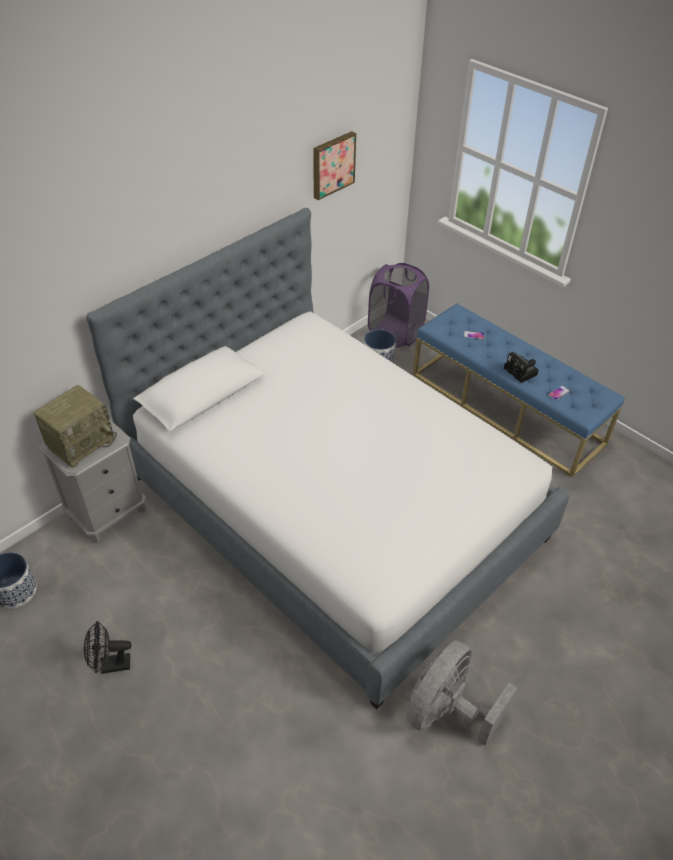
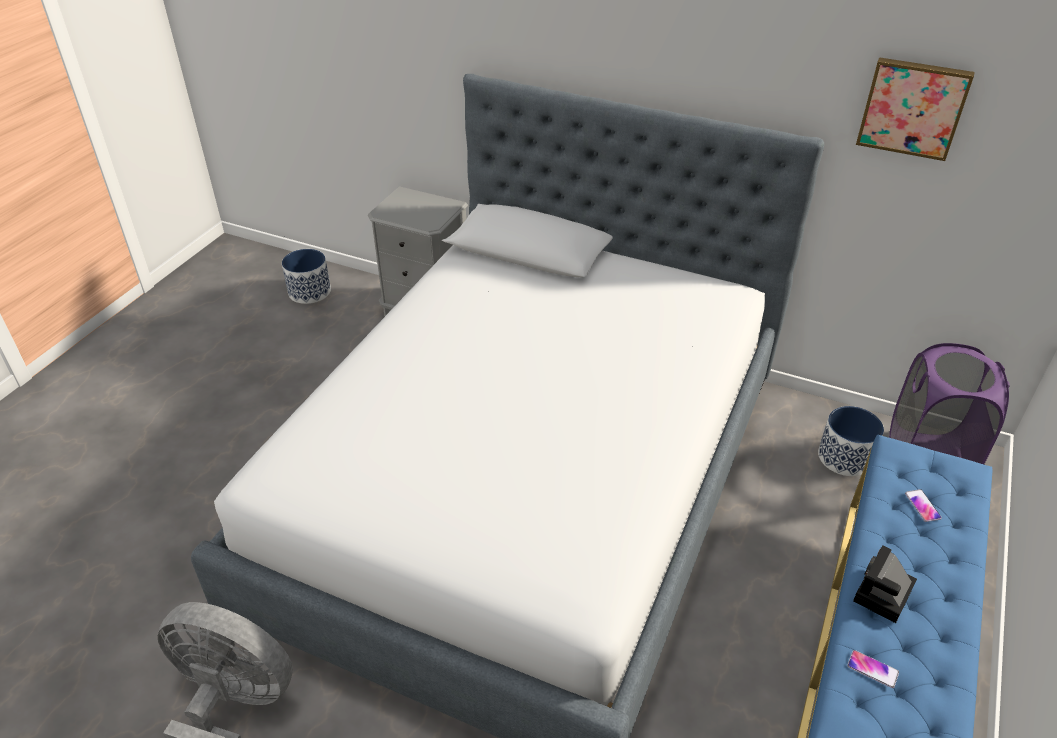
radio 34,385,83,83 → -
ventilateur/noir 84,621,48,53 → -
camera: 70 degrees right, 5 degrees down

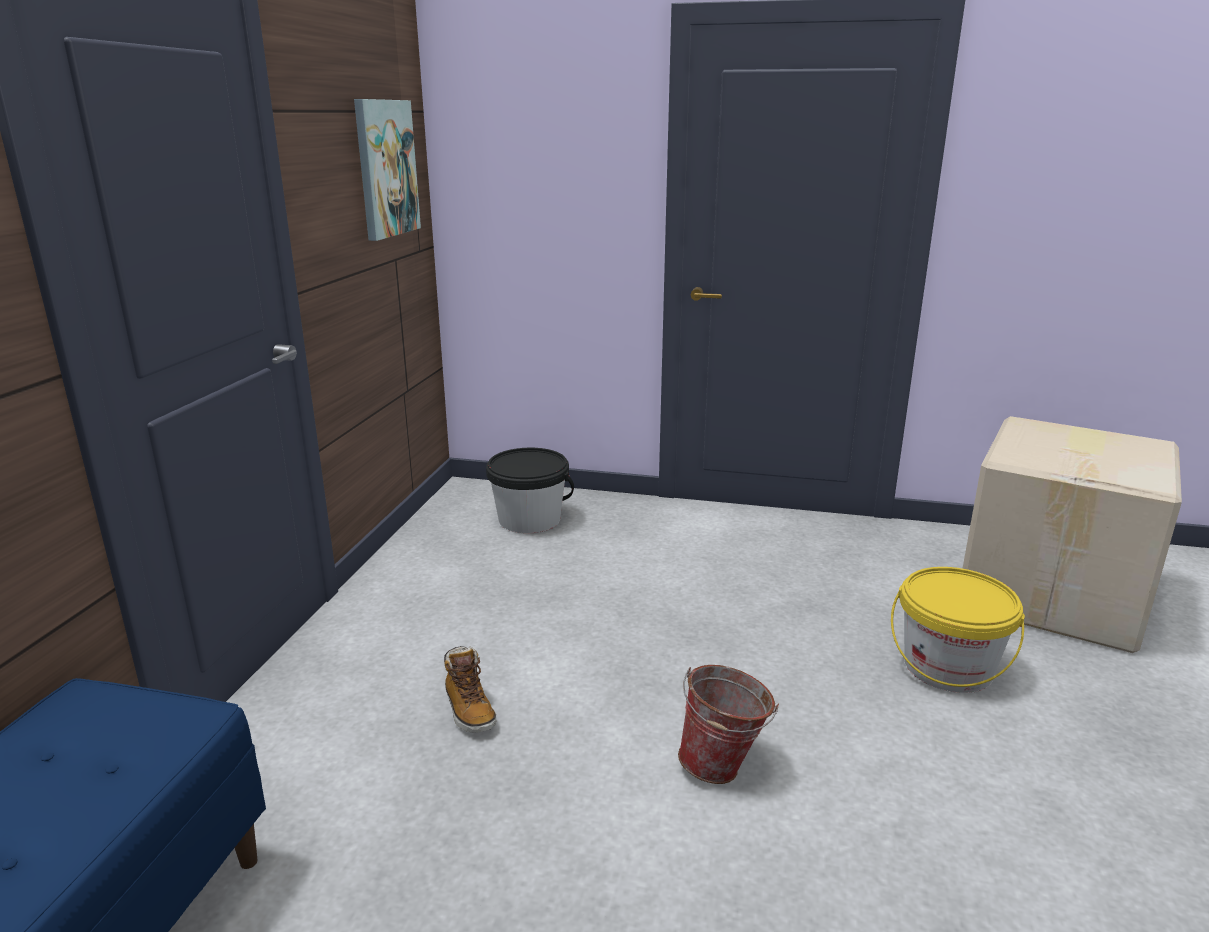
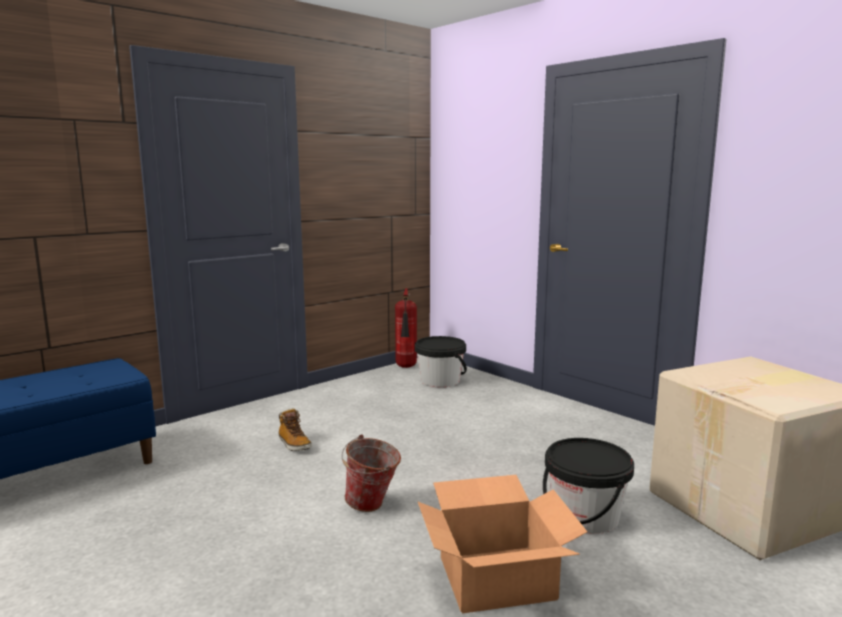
tableau 354,99,67,142 → -
botte 444,646,52,87 → botte 279,408,33,43, 45 degrees counterclockwise
seau/jaune 891,567,134,126 → seau/noir 543,438,91,96
- → extincteur 395,288,22,80
- → carton 418,475,169,139
camera: 35 degrees right, 10 degrees down

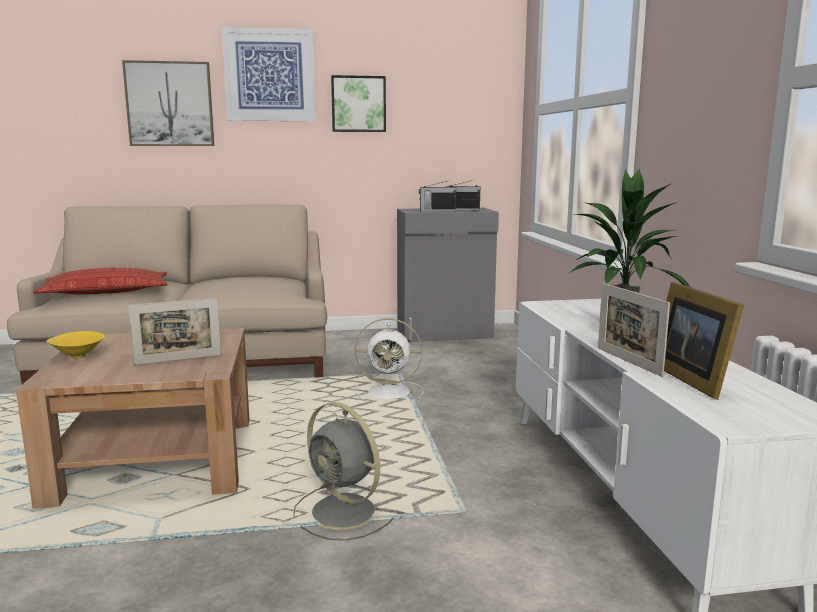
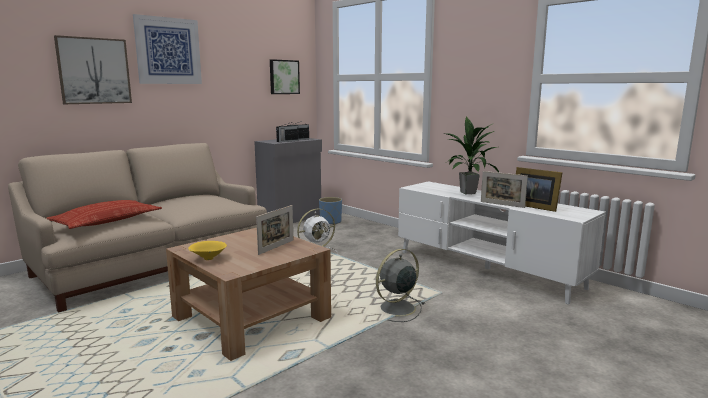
ventilateur/gris 293,402,101,139 → ventilateur/gris 376,249,49,73, 135 degrees clockwise
tableau 331,75,55,57 → tableau 270,59,30,35, relocated
- → cache-pot/bleu 319,197,23,28
camera: 35 degrees left, 0 degrees up

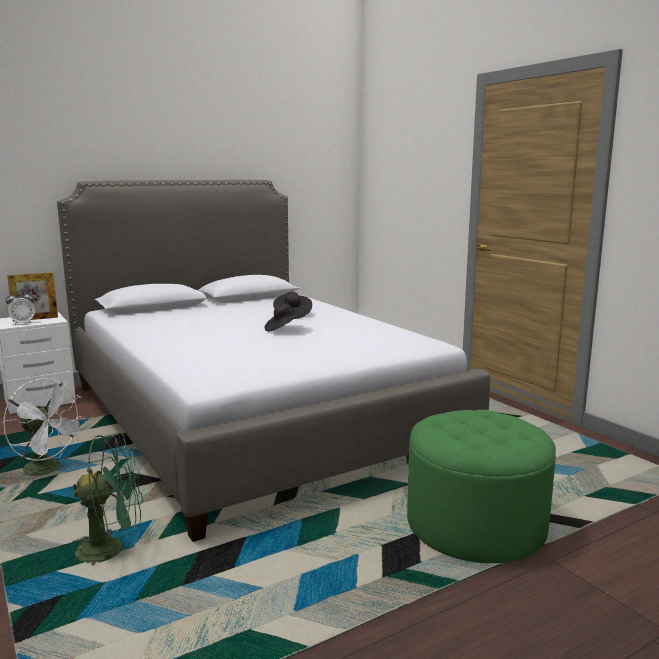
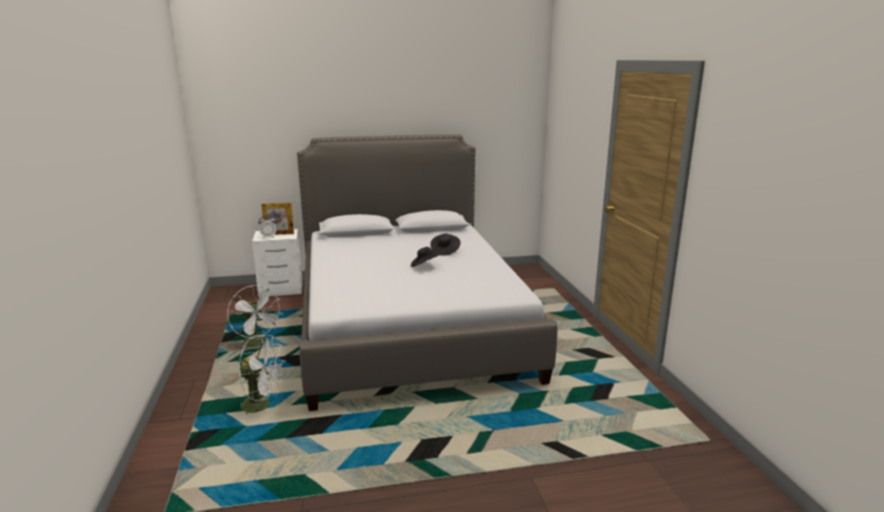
ventilateur/vert 72,433,71,132 → ventilateur/blanc 239,335,47,79
pouf/vert 407,410,149,153 → -
camera: 20 degrees right, 5 degrees up

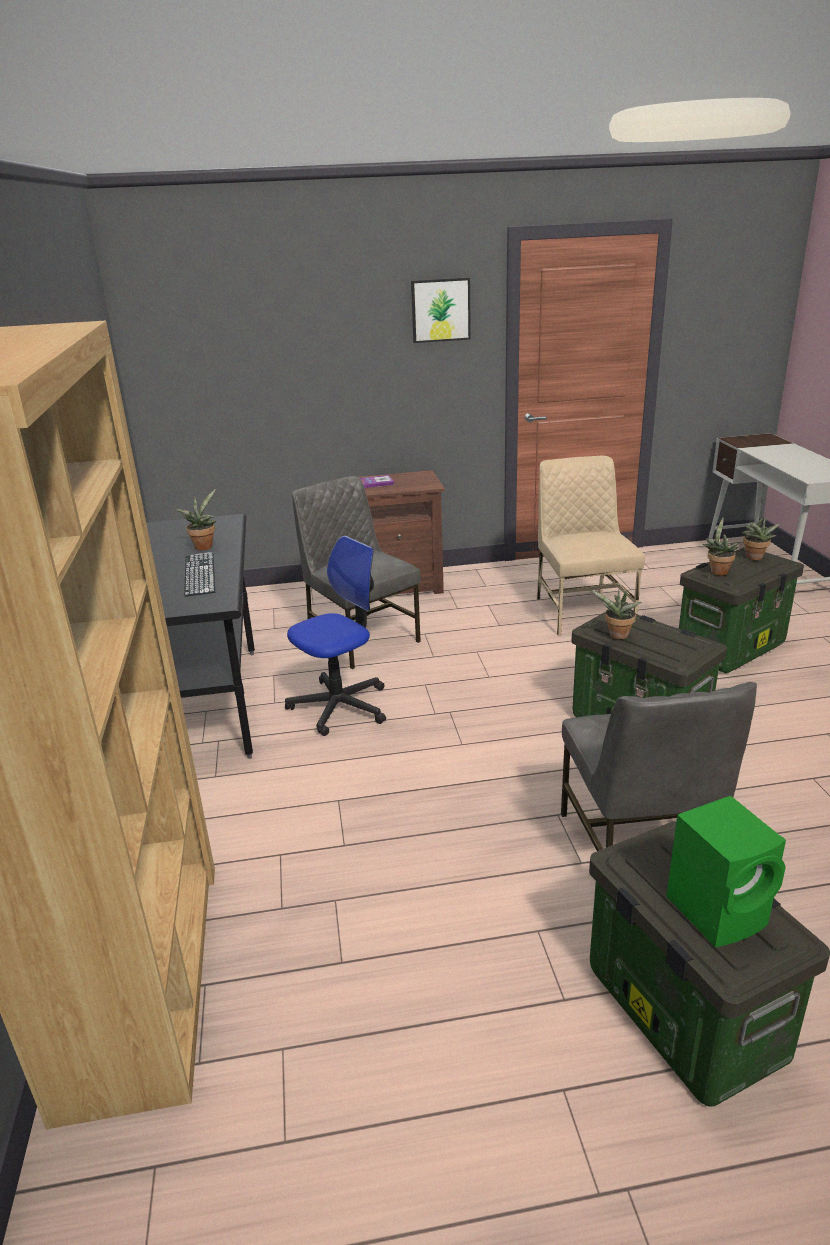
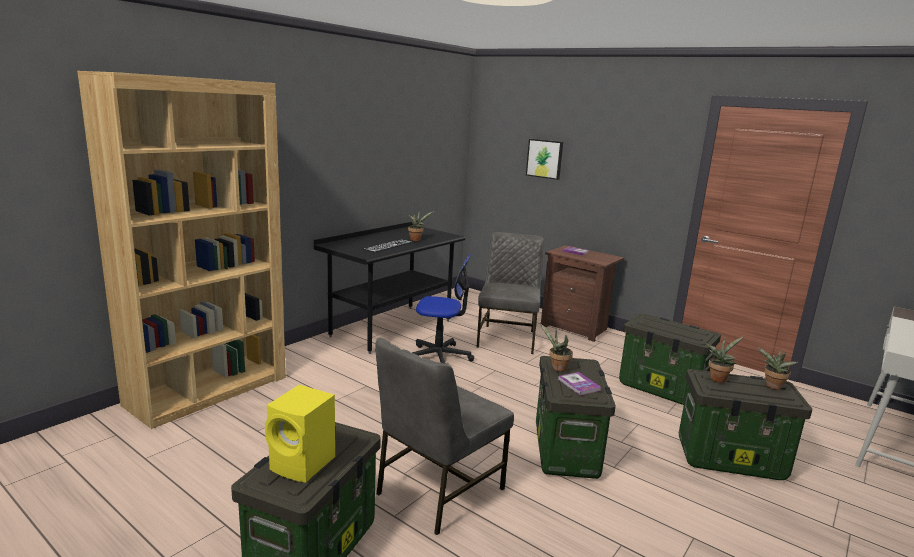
tableau 411,277,60,66 → tableau 526,139,37,41, relocated
chaise/beige 536,456,109,180 → boîte de rangement 619,313,102,92
enceinte/vert 667,796,119,151 → enceinte/jaune 265,385,70,98
- → livre 558,372,44,23
camera: 45 degrees right, 10 degrees down

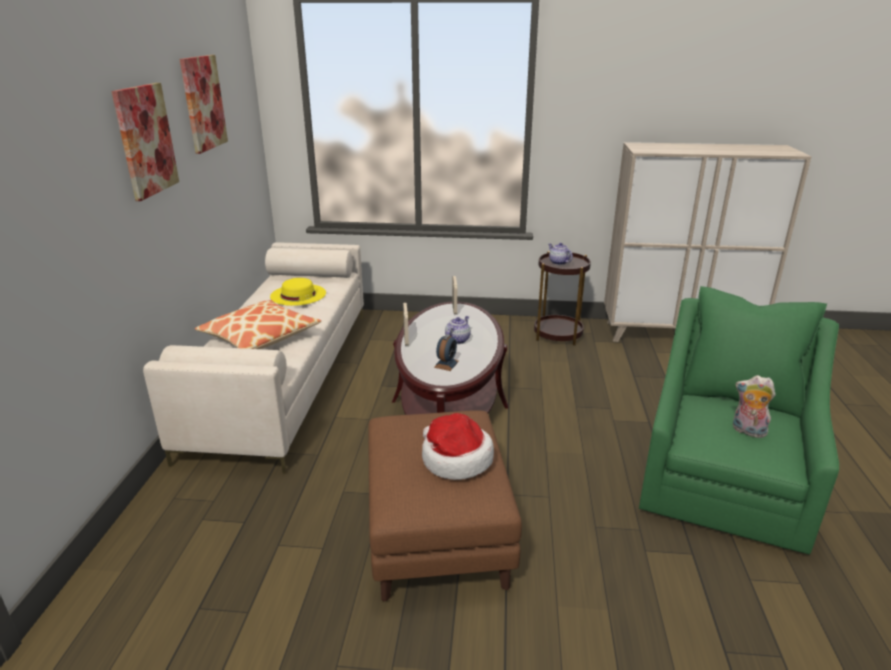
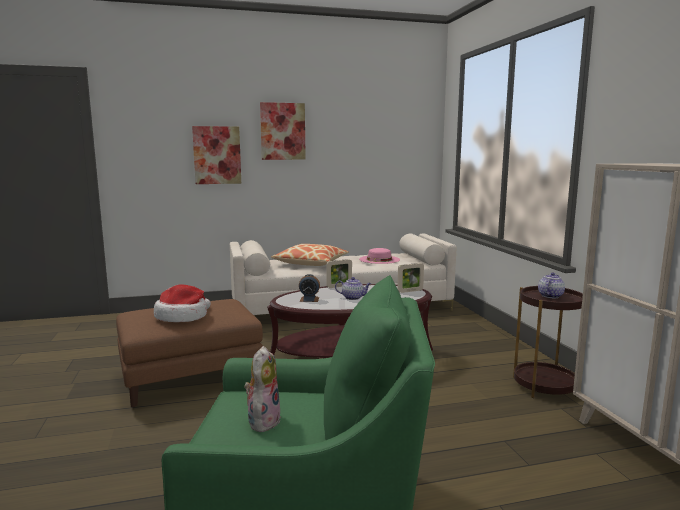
tableau 180,55,48,99 → tableau 192,126,49,58, relocated
chapeau/jaune 270,278,56,28 → chapeau/rose 359,248,41,16
camera: 70 degrees right, 15 degrees down

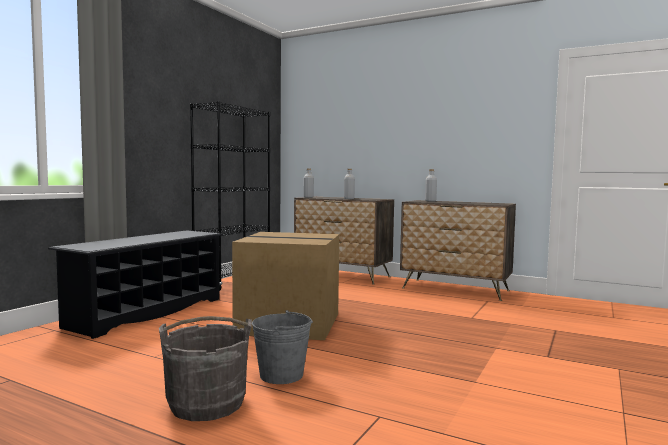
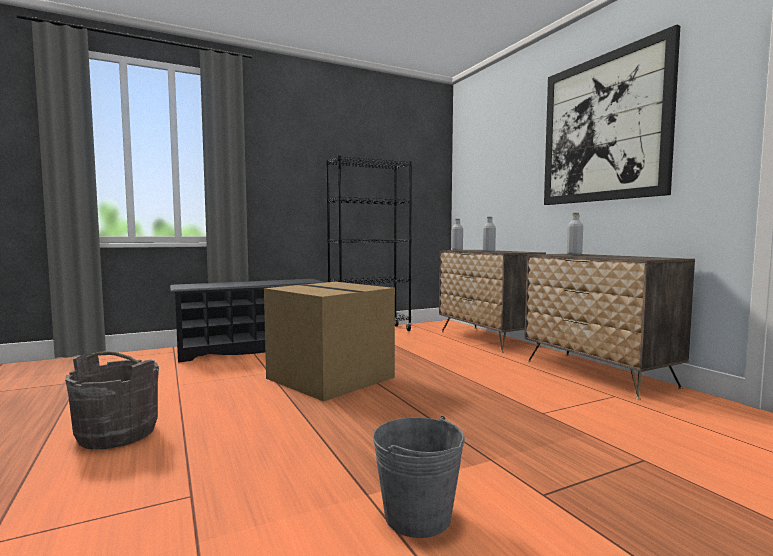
seau/gris 252,310,61,74 → seau/gris 373,416,92,122, relocated
- → tableau 544,25,136,180
camera: 35 degrees right, 0 degrees up

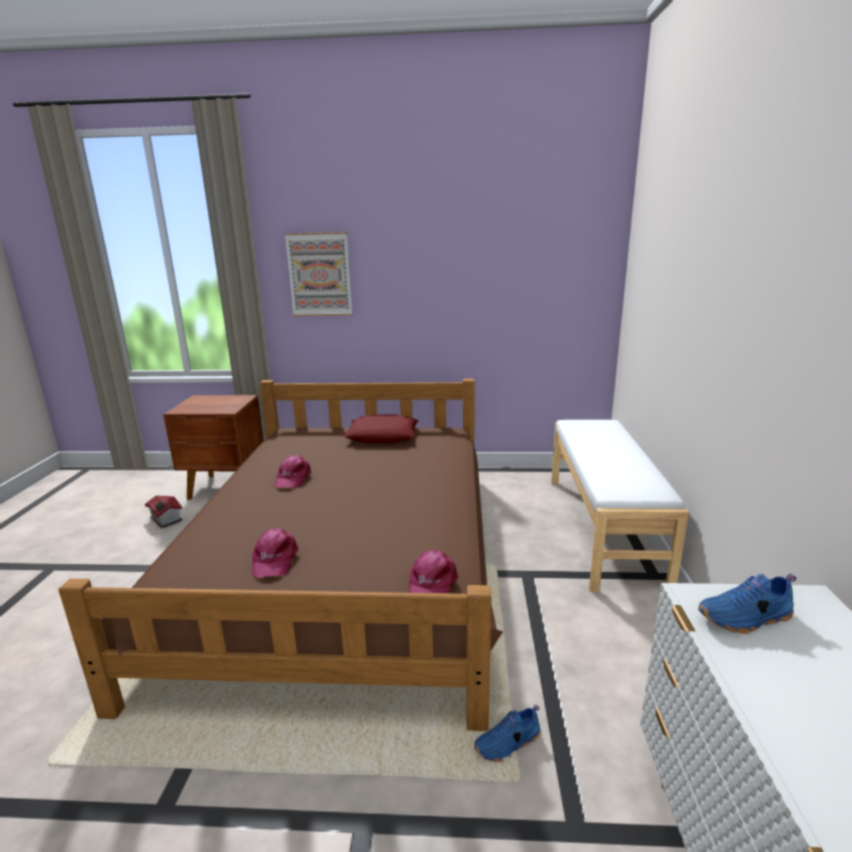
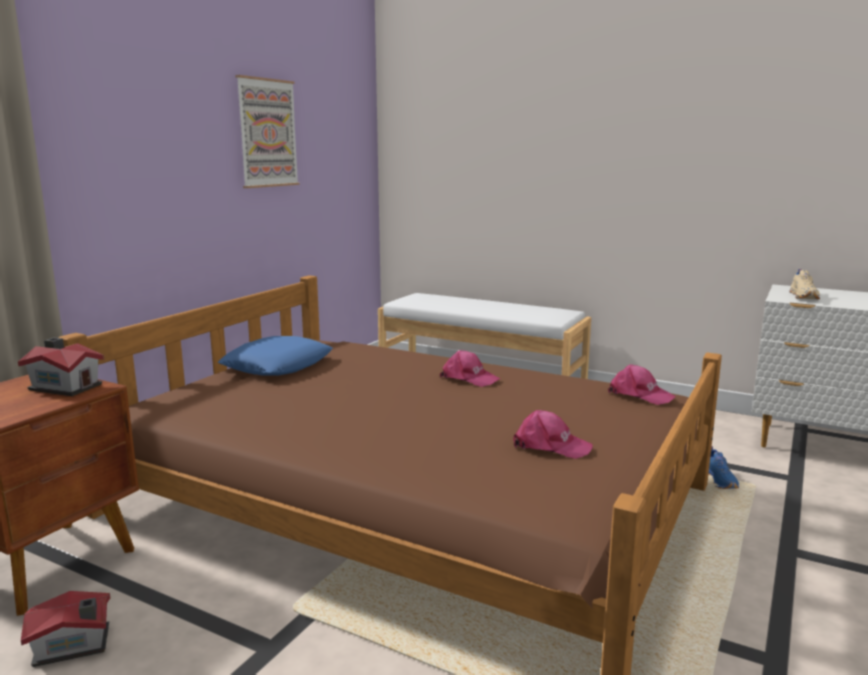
casquette/rose 274,455,37,33 → casquette/rose 440,350,61,37, relocated
tableau 284,232,68,84 → tableau 235,75,65,113, relocated
coussin/rouge 344,414,74,29 → coussin/bleu 218,336,115,40
chaussure/bleu 698,574,98,60 → chaussure/beige 789,269,31,30
- → maison miniature 18,337,87,59
camera: 65 degrees left, 5 degrees down

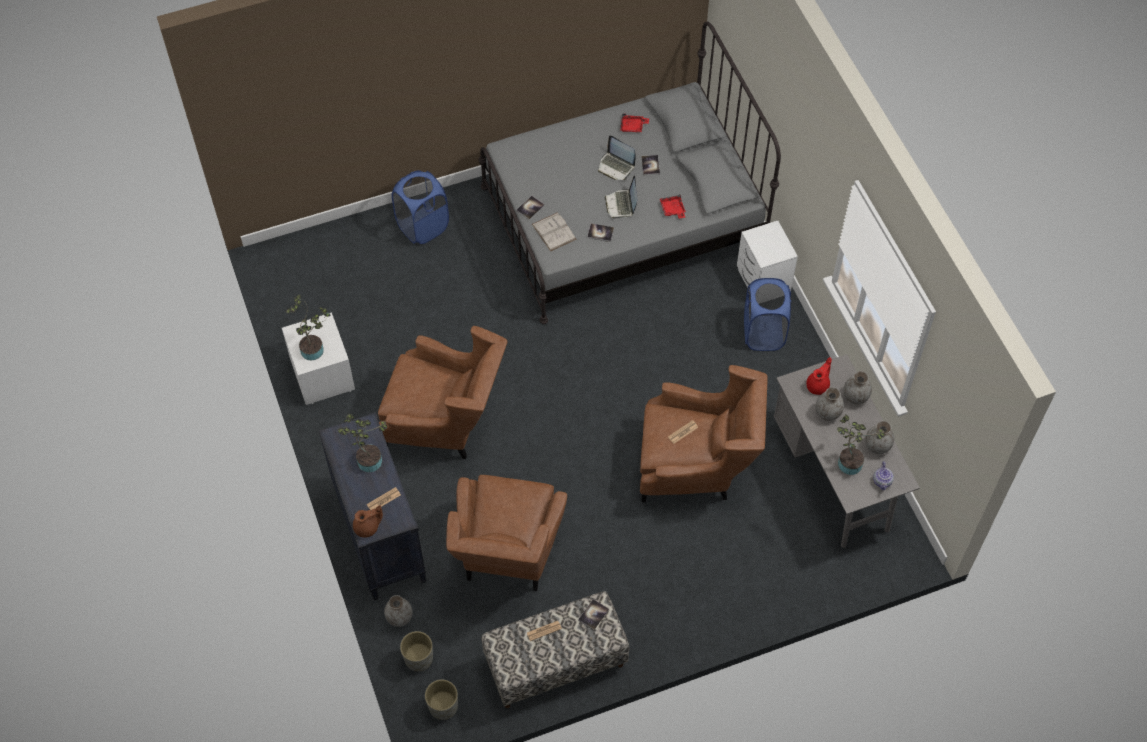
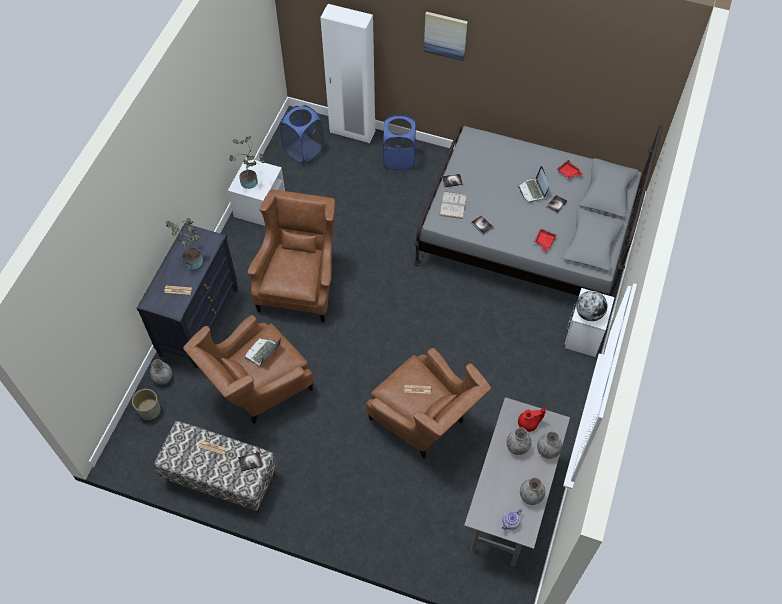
théière/marron 353,505,30,33 → -
fauteuil/marron 378,326,130,134 → fauteuil/marron 247,189,88,133, 135 degrees counterclockwise
cache-pot/gris 425,680,33,40 → -
ordinateur portable 605,175,32,44 → ordinateur portable 245,338,36,28, relocated
panier à linge/bleu 744,278,47,73 → panier à linge/bleu 280,105,44,58, relocated
plante en pot 837,414,48,61 → -
- → armoire/blanc 320,4,55,140
- → tableau 424,11,44,50
- → globe 576,291,31,30
camera: 40 degrees right, 0 degrees up

